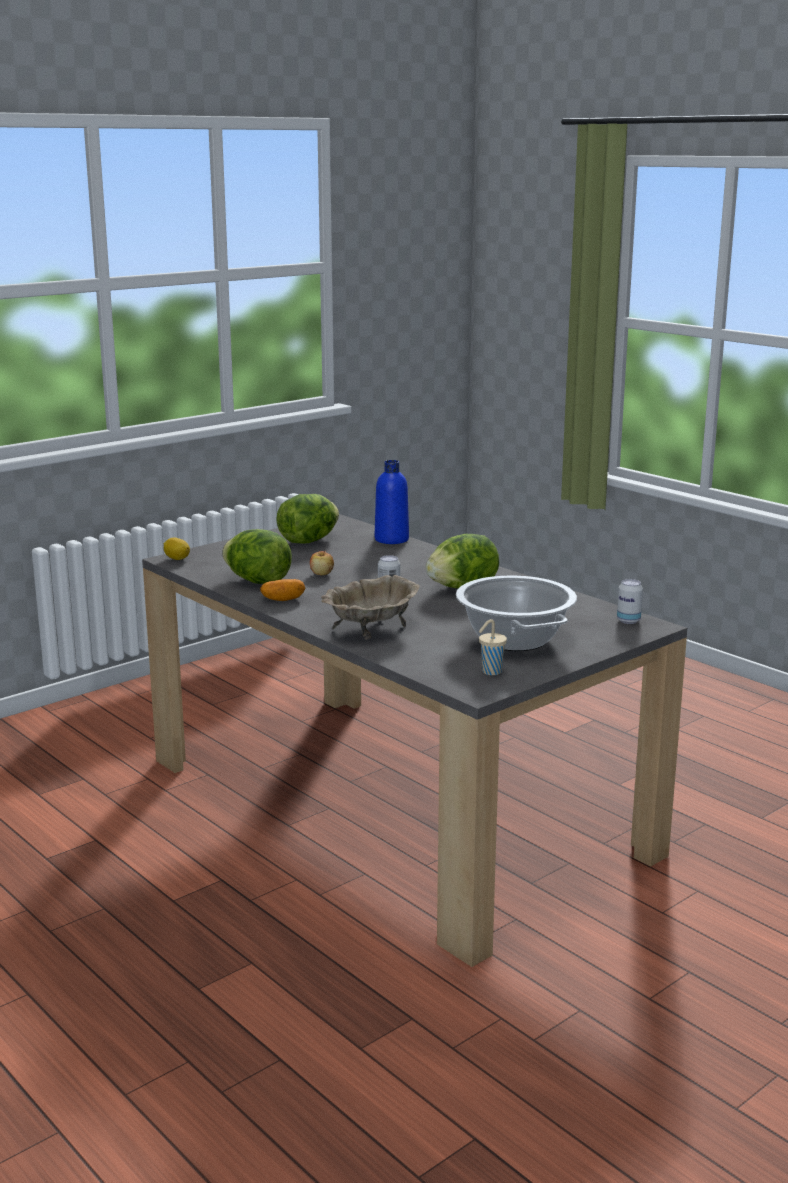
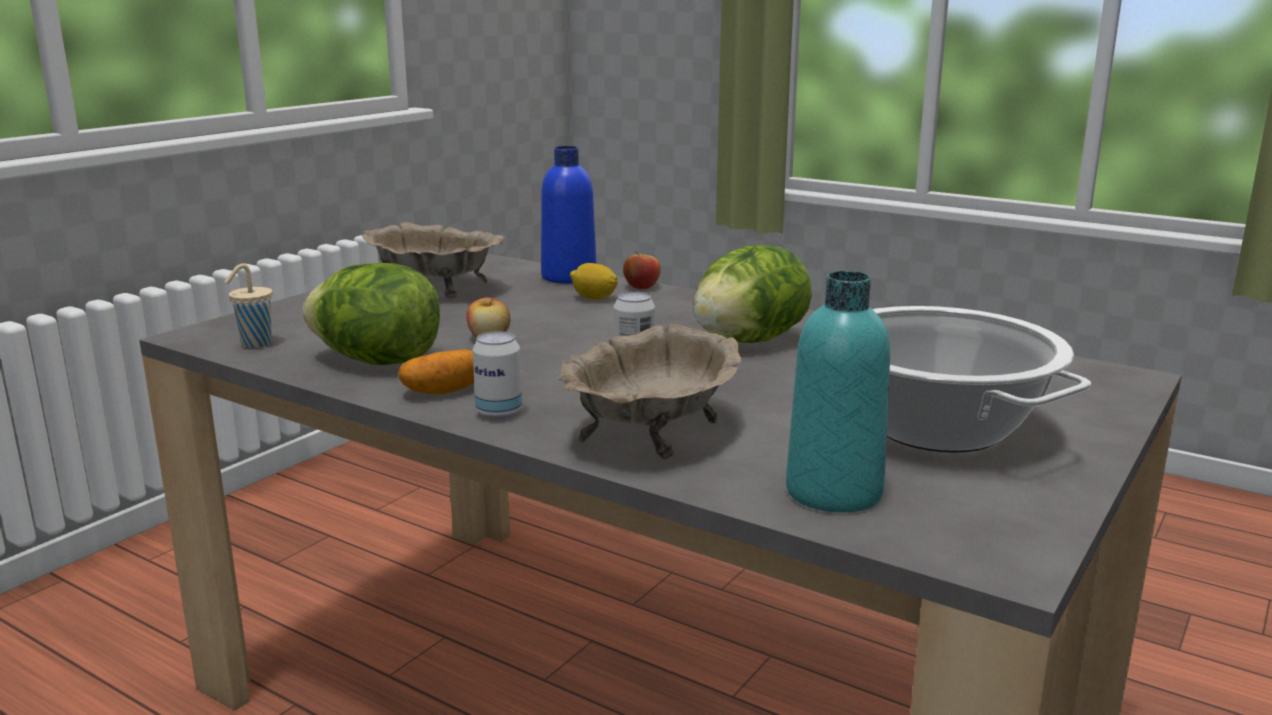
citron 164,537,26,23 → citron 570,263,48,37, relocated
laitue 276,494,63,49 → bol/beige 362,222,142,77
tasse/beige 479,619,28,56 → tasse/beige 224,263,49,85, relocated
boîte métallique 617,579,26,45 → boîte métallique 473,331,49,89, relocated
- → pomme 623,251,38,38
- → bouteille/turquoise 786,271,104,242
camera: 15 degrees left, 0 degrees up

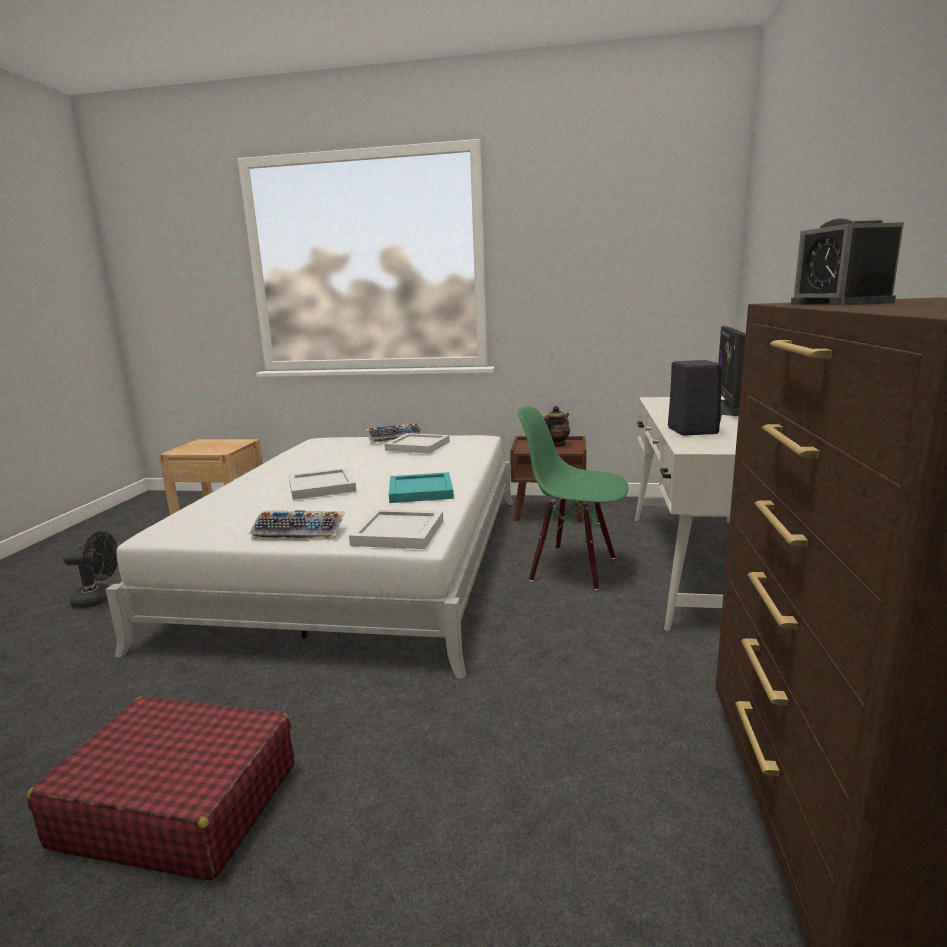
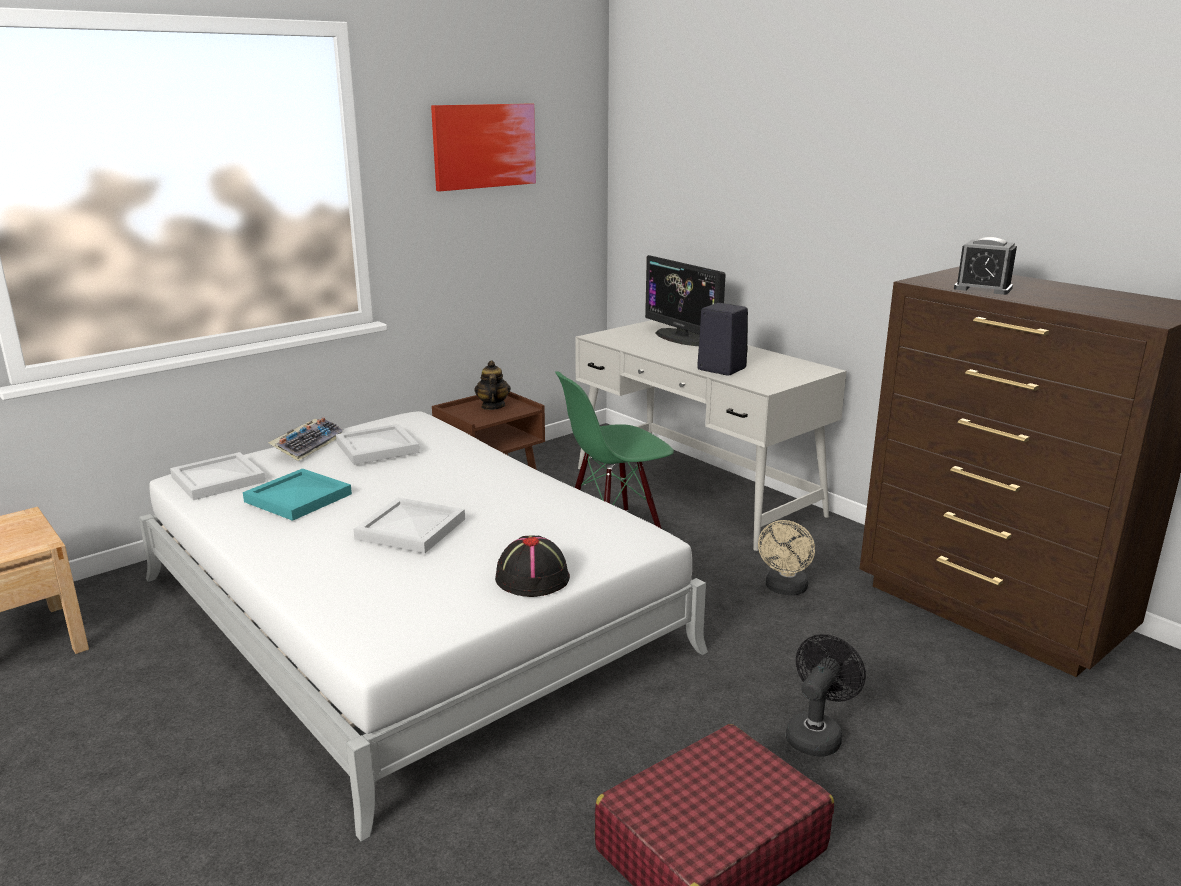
ventilateur/noir 63,531,55,77 → ventilateur/noir 786,634,80,123, relocated
clavier 249,510,96,31 → chapeau/noir 495,535,75,62
plateau/blanc 349,509,94,40 → plateau/blanc 170,452,96,48, relocated
plateau/turquoise 389,472,65,31 → plateau/turquoise 243,468,109,53, relocated
- → tableau 431,104,105,88
- → ventilateur/beige 758,520,57,76
camera: 50 degrees left, 5 degrees up

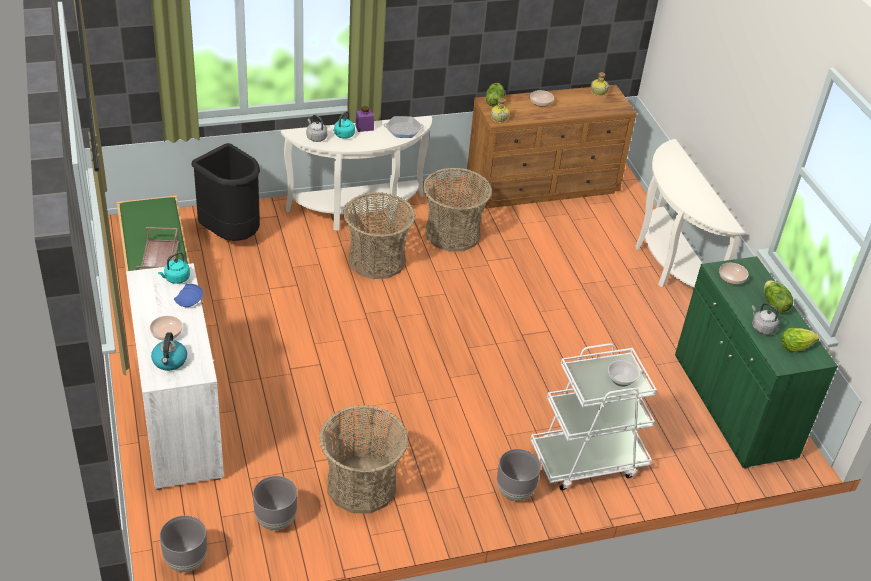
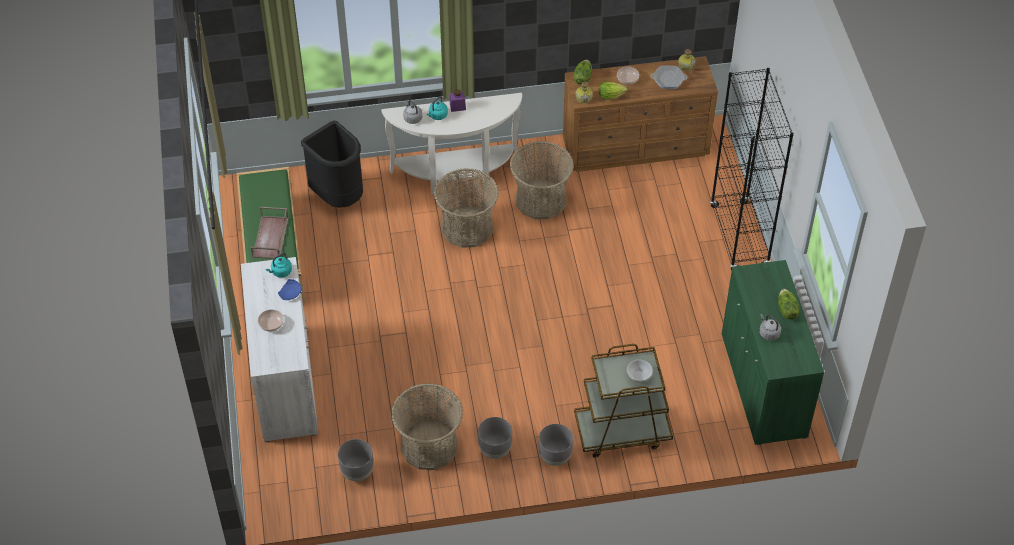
bouilloire 151,332,36,39 → -
cache-pot/gris 160,515,47,57 → cache-pot/gris 478,417,34,42, relocated
poêle 384,116,40,22 → poêle 650,66,37,23, relocated
chariot/blanc 530,343,127,147 → chariot/marron 574,344,99,114
table console/blanc 636,139,109,148 → bibliothèque/noir 710,68,84,202
bol 719,263,29,21 → -
laitue 781,328,38,24 → laitue 599,82,28,18, relocated
camera: 10 degrees right, 10 degrees up

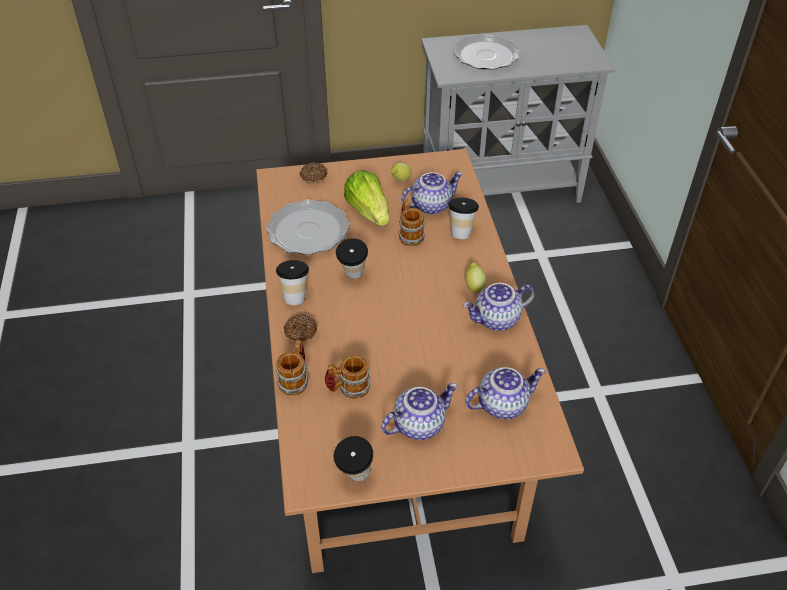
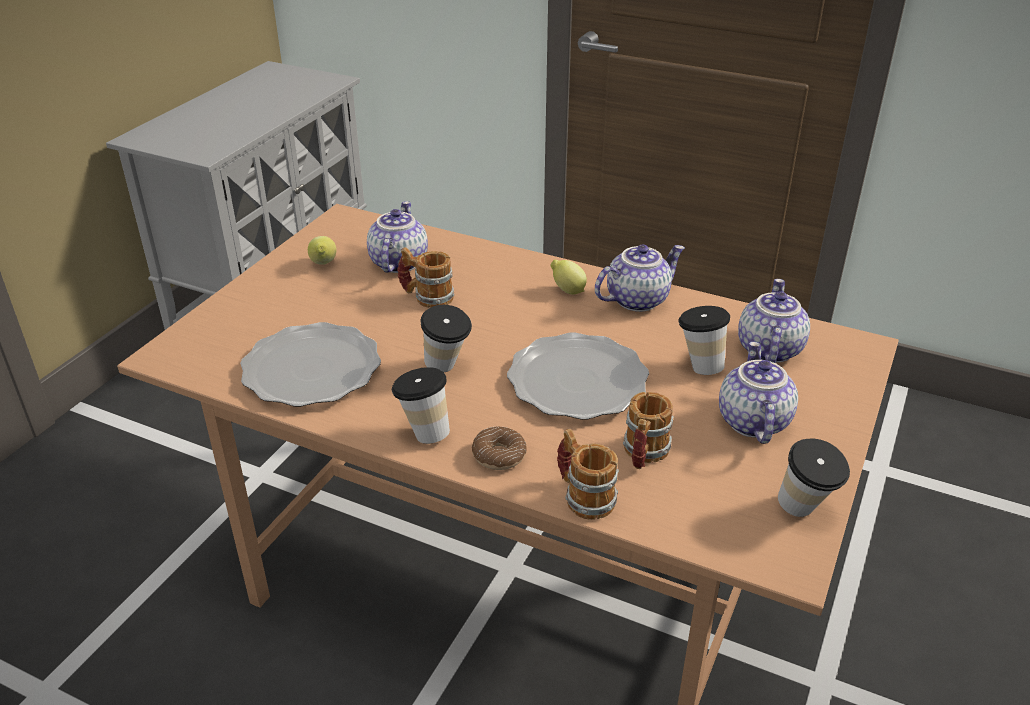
beignet 300,163,27,21 → -
laitue 344,170,45,56 → -
tasse 448,198,31,41 → tasse 678,306,52,69, relocated
assiette 454,34,66,35 → assiette 507,332,142,88, relocated
théière 463,283,72,48 → théière 595,245,90,67, 135 degrees counterclockwise
camera: 55 degrees left, 10 degrees down

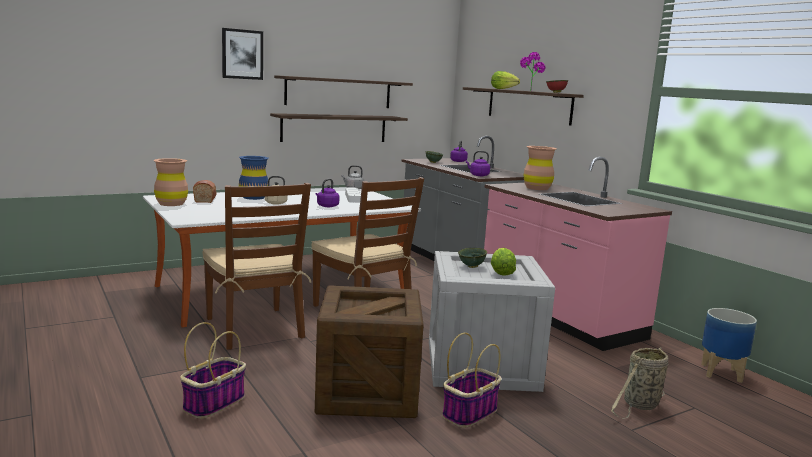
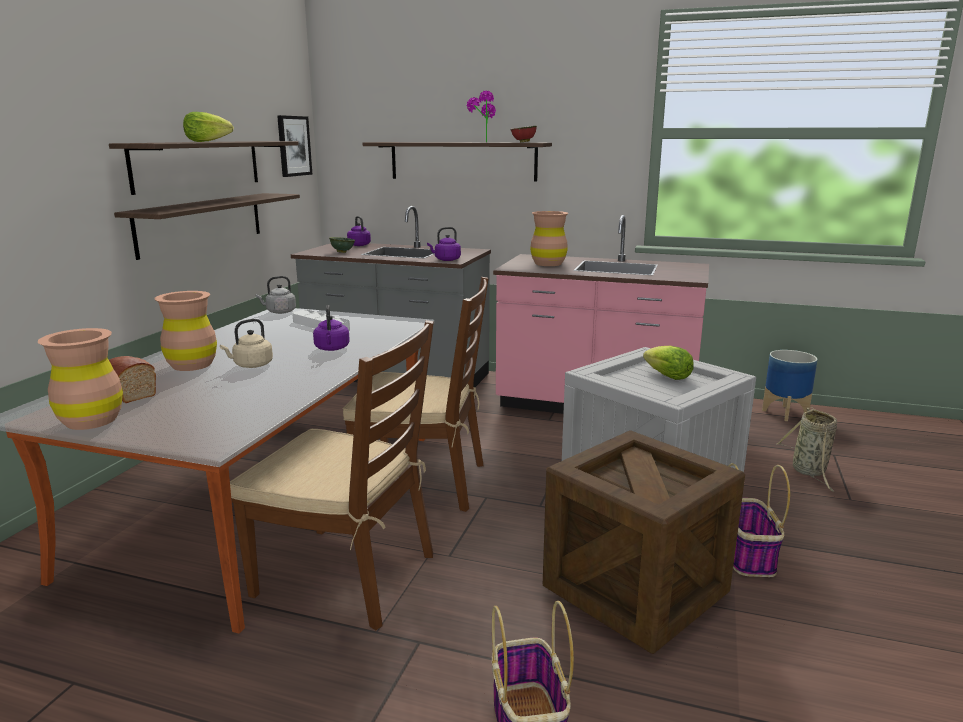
tableau 222,28,41,52 → tableau 277,115,35,62, relocated
vase/bleu 239,156,30,44 → vase/marron 154,291,63,80
bol/vert 458,248,29,20 → -
laitue 491,71,29,18 → laitue 183,112,51,30, relocated
camera: 40 degrees left, 5 degrees up

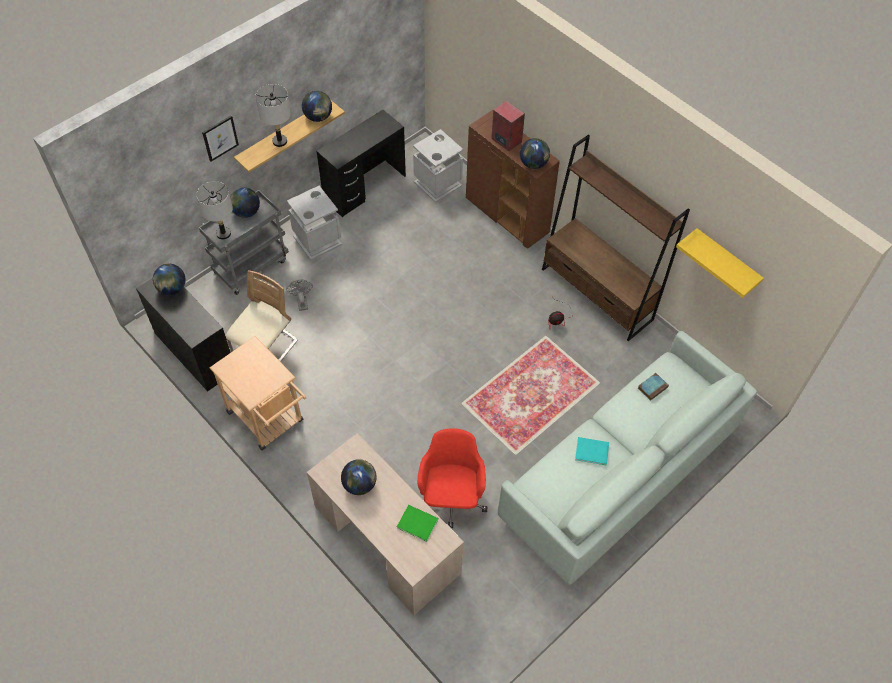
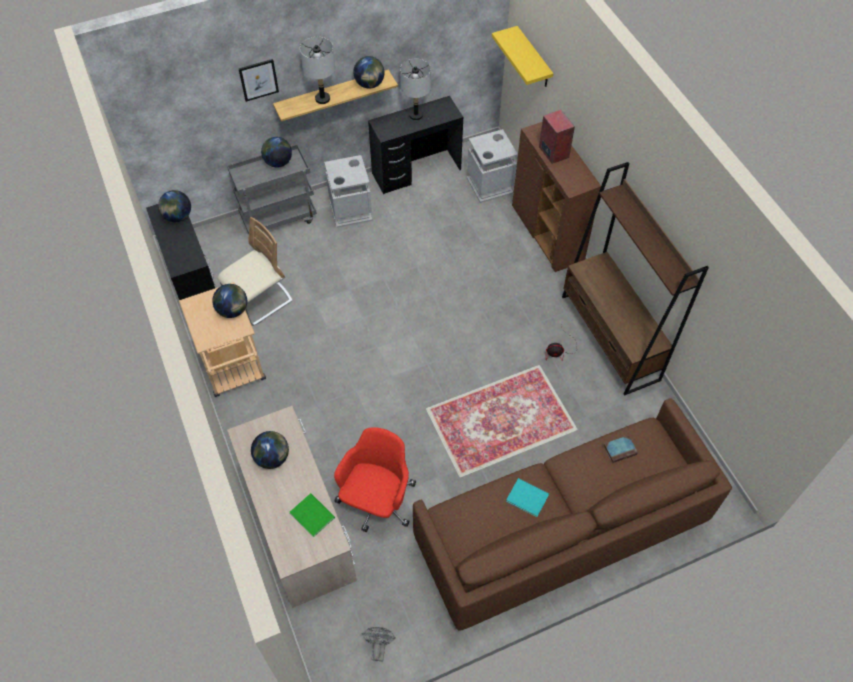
lampe de table/gris 196,181,37,59 → lampe de table/gris 400,59,31,61, relocated
ventilateur/gris 287,280,26,31 → ventilateur/gris 362,627,34,35, relocated
canapé/blanc 498,331,259,254 → canapé/marron 413,398,319,233
globe 520,138,30,31 → globe 212,284,35,34, relocated
étagère/jaune 676,228,88,70 → étagère/jaune 492,26,61,61, relocated
camera: 20 degrees right, 0 degrees up

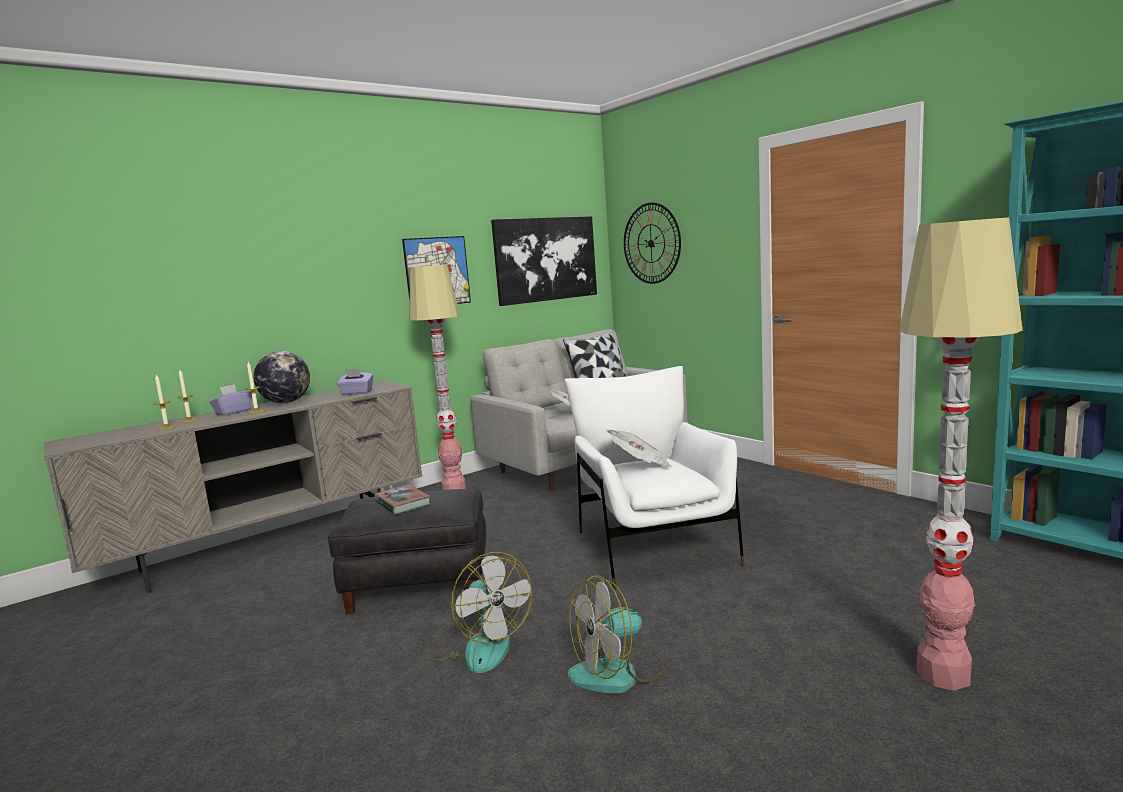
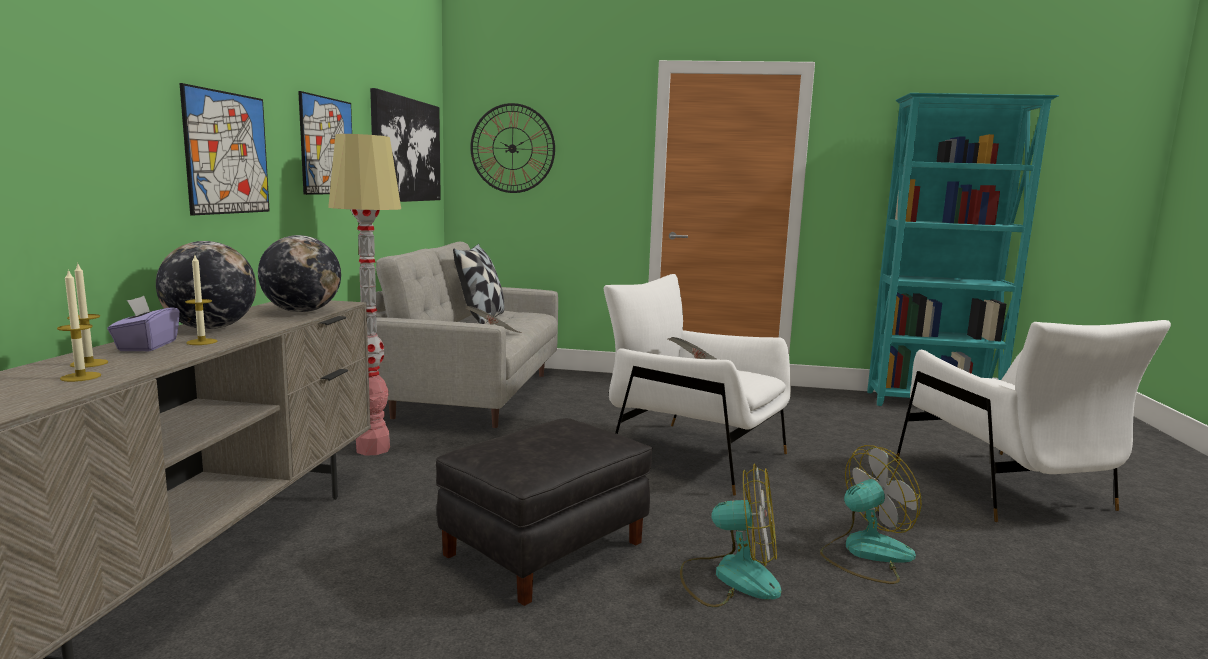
boîte à mouchoirs/violet 337,369,36,26 → globe 258,235,83,78
livre 374,485,57,30 → -
ventilateur 568,575,98,118 → ventilateur 820,445,102,139, 135 degrees counterclockwise
lampadaire 899,218,124,473 → fauteuil/blanc 896,320,275,202
- → tableau 179,83,91,132
camera: 45 degrees left, 0 degrees up

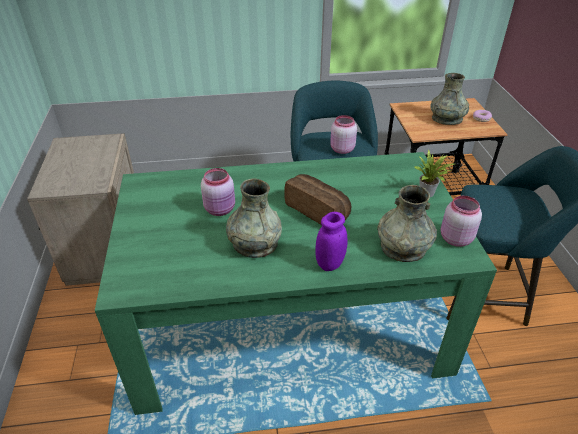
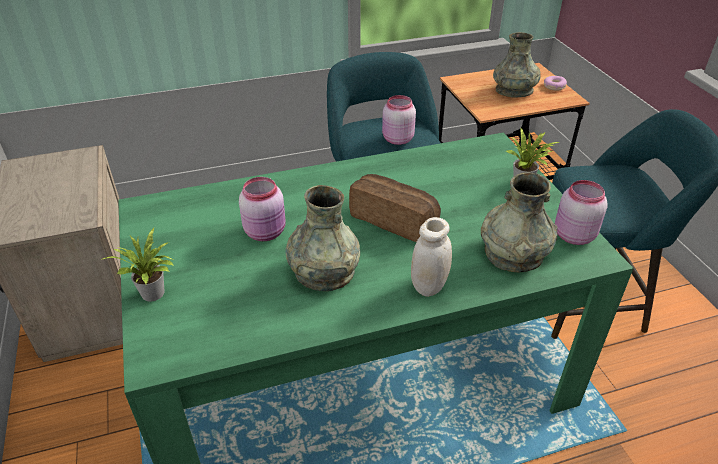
bocal/violet 315,212,33,59 → bocal/blanc 411,217,41,80
- → plante en pot 101,228,74,73
camera: 10 degrees left, 0 degrees up

